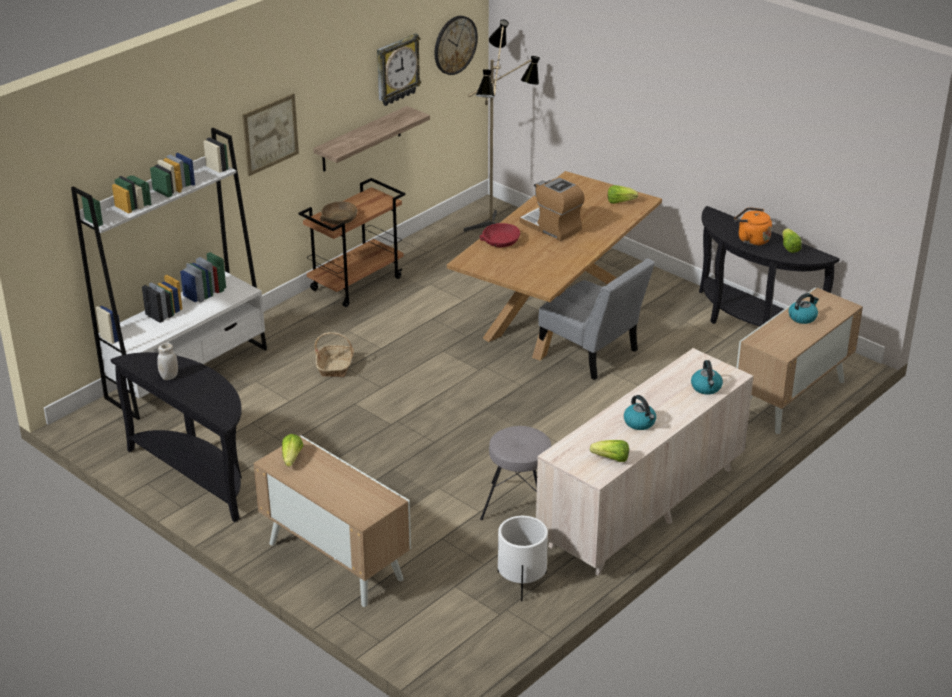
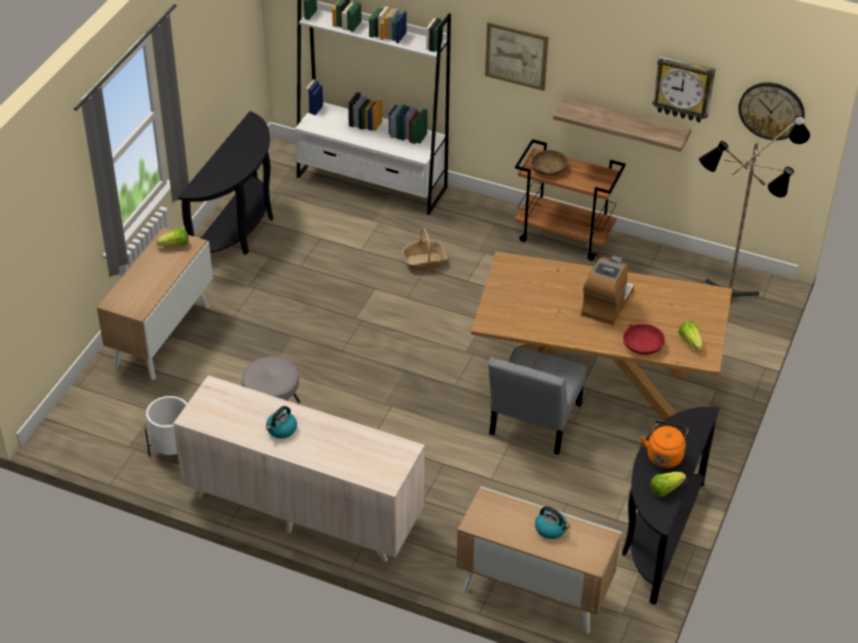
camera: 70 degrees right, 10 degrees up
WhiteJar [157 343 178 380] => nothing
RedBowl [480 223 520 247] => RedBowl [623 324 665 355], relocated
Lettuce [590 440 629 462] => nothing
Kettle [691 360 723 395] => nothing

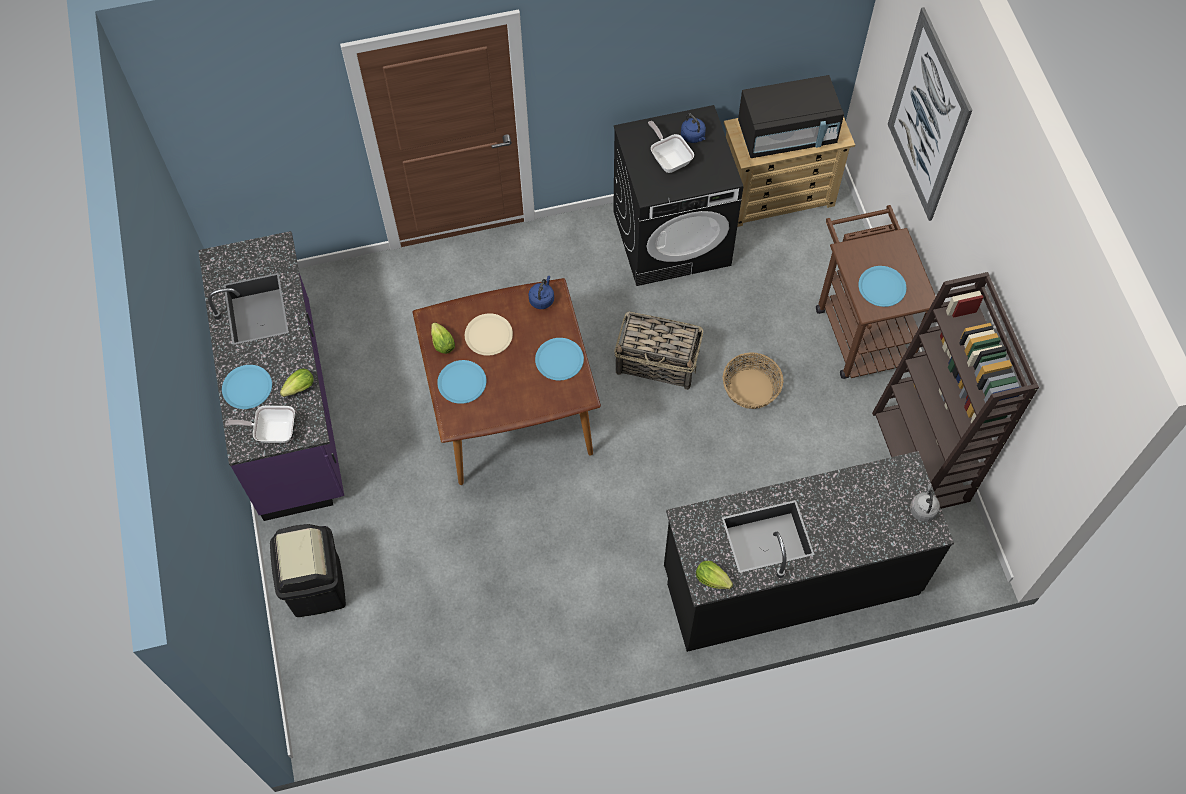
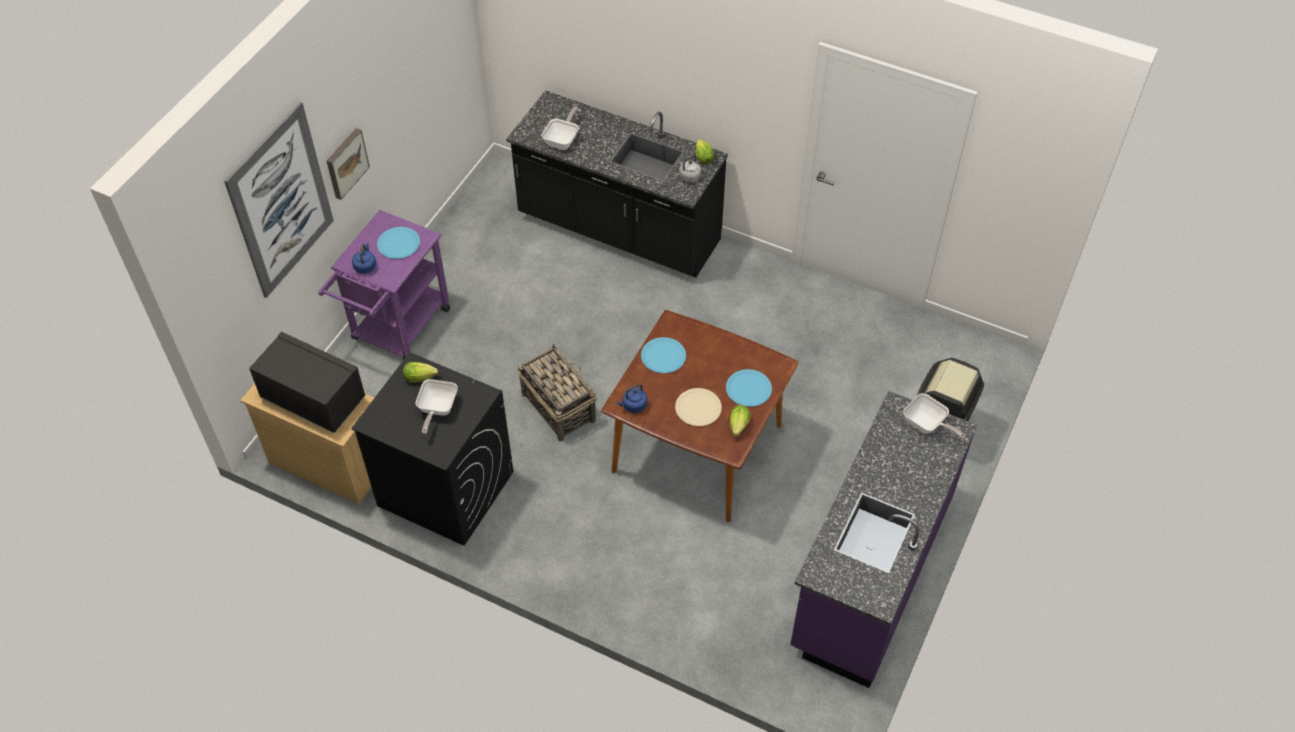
camera: 140 degrees left, 10 degrees down
BluePlate [222 365 272 409] => nothing
Lettuce [280 368 313 397] => Lettuce [403 362 438 382], relocated
BlueKettle [681 113 706 143] => BlueKettle [352 243 376 274], relocated
Basket [723 352 783 409] => nothing
BrownCart [816 205 936 379] => PurpleCart [318 210 450 360]
BrownBookcase [872 272 1039 509] => nothing
GreyKettle [910 483 940 522] => GreyKettle [675 155 701 183], relocated
nothing => Picture [327 128 370 200]
nothing => FryingPan [541 107 579 150]

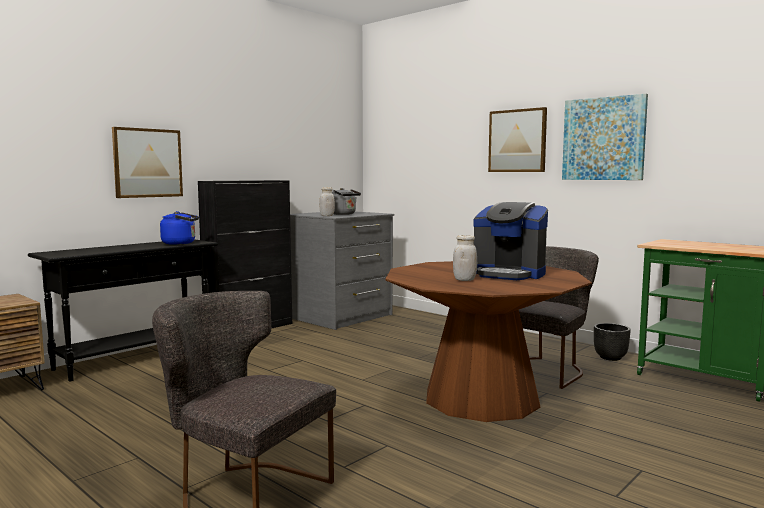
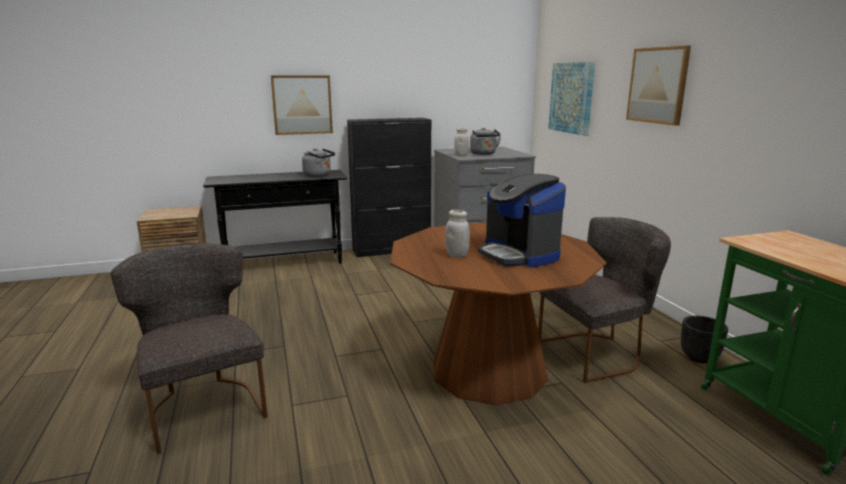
camera: 30 degrees right, 10 degrees up
BlueKettle [160 211 199 245] => GreyKettle [302 148 335 177]
Picture [562 94 648 180] => Picture [548 62 595 136], relocated

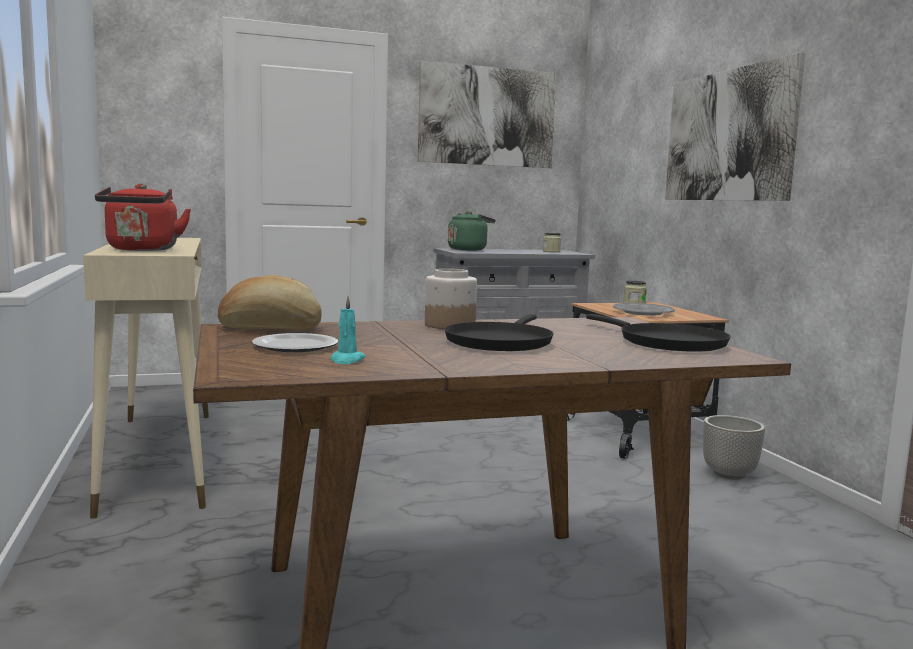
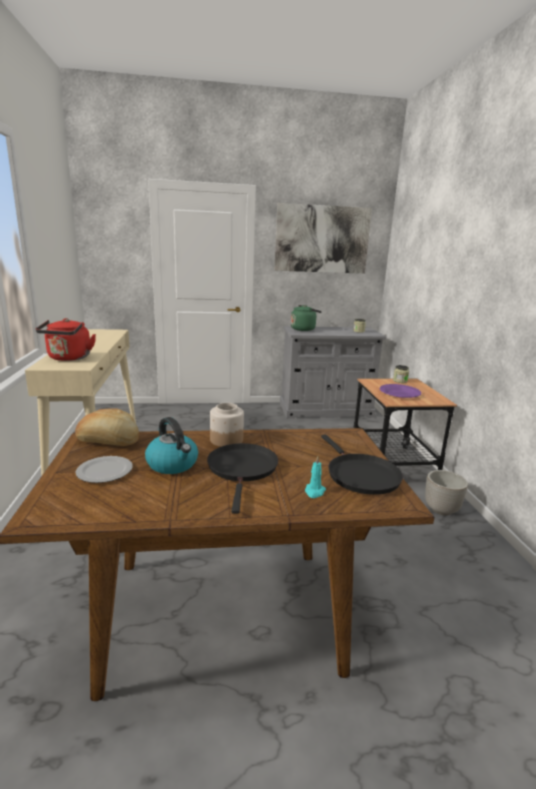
camera: 10 degrees right, 10 degrees up
TurquoiseCandle [330 296 365 364] => TurquoiseCandle [305 456 326 498], relocated
BlackFryingPan [444 314 553 351] => BlackFryingPan [207 443 278 514], 150 degrees clockwise
GreyPlate [613 303 675 316] => PurplePlate [380 384 421 398]
Picture [665 52 805 201] => nothing
nothing => Kettle [145 417 198 474]

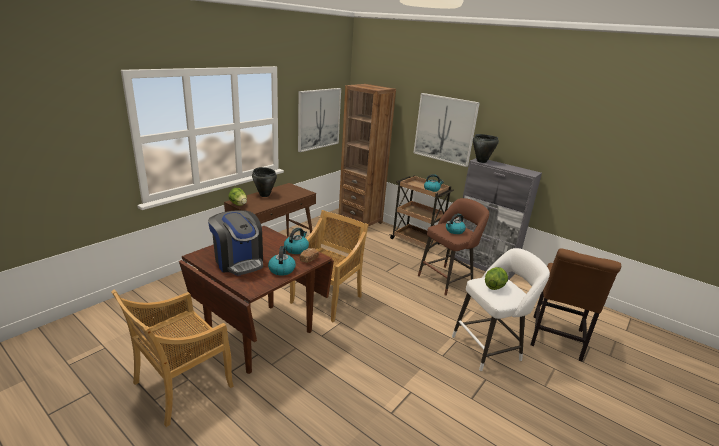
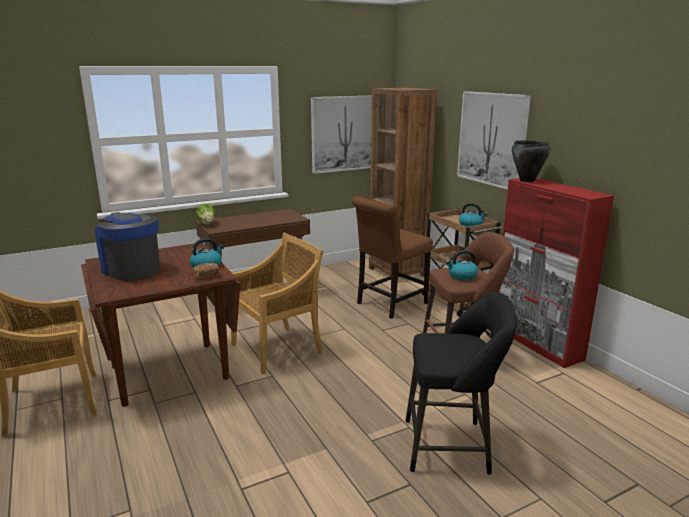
camera: 25 degrees right, 5 degrees down
CoffeeMachine [208 210 263 276] => CoffeeMachine [95 212 160 281], 150 degrees clockwise
BlackCookingPot [252 167 277 197] => nothing
Kettle [268 246 296 276] => nothing
WhiteStool [452 248 550 371] => BlackStool [406 292 517 475]
GreyCabinet [455 158 542 280] => RedCabinet [499 178 614 368]
Lettuce [485 267 508 290] => nothing
BrownChair [531 248 621 362] => BrownChair [352 196 433 319], relocated

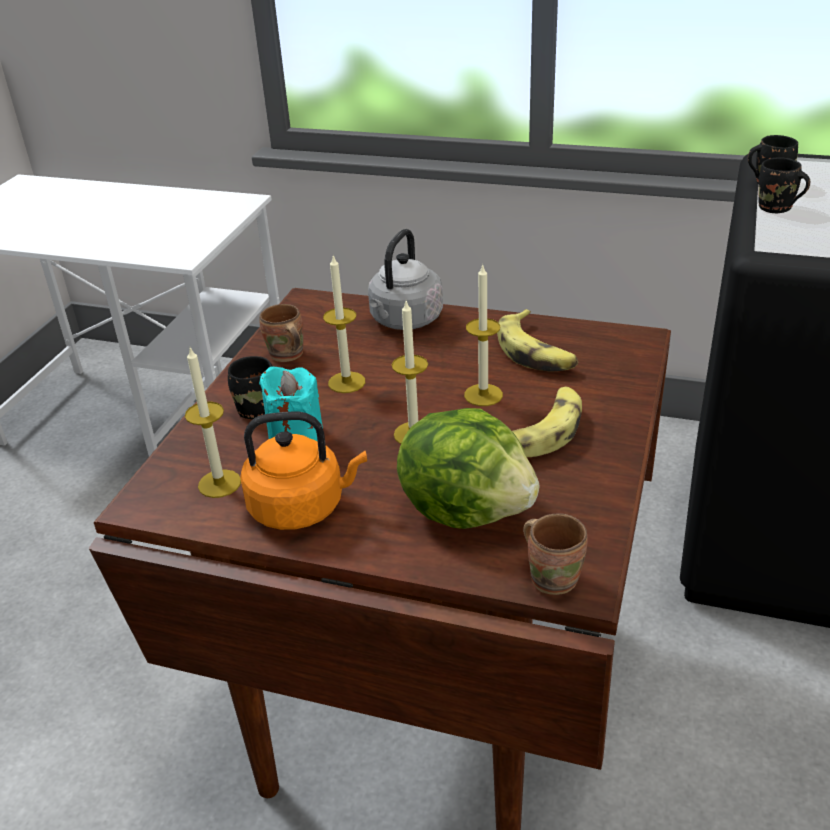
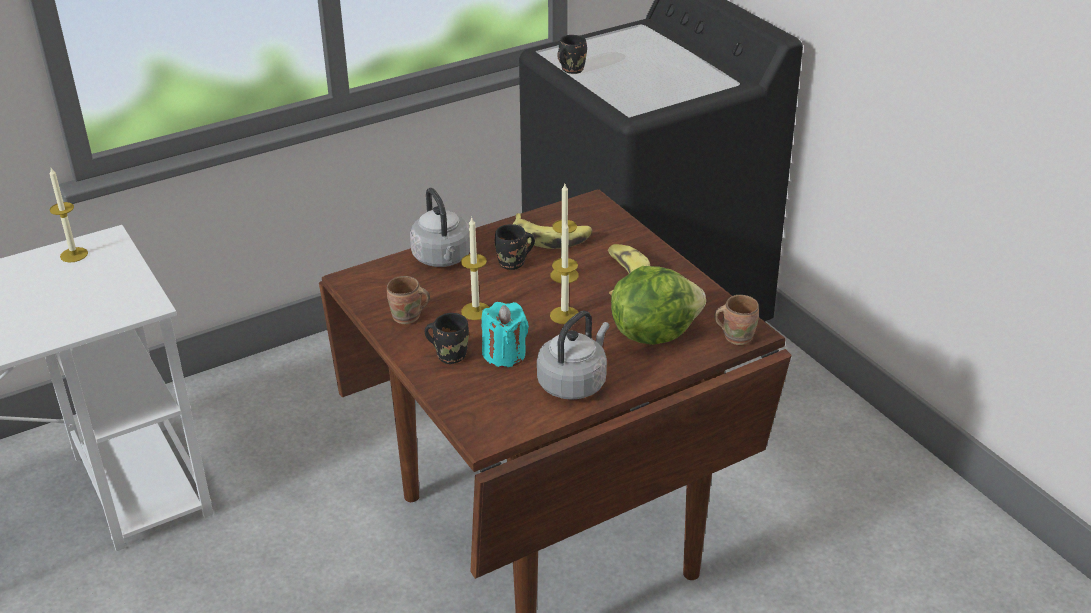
camera: 50 degrees left, 0 degrees up
Candle [185 348 241 498] => Candle [49 168 88 262], relocated
OrangeKettle [240 412 367 530] => GreyKettle [537 310 609 400]
BlackMug [758 157 810 213] => BlackMug [495 224 535 270], relocated

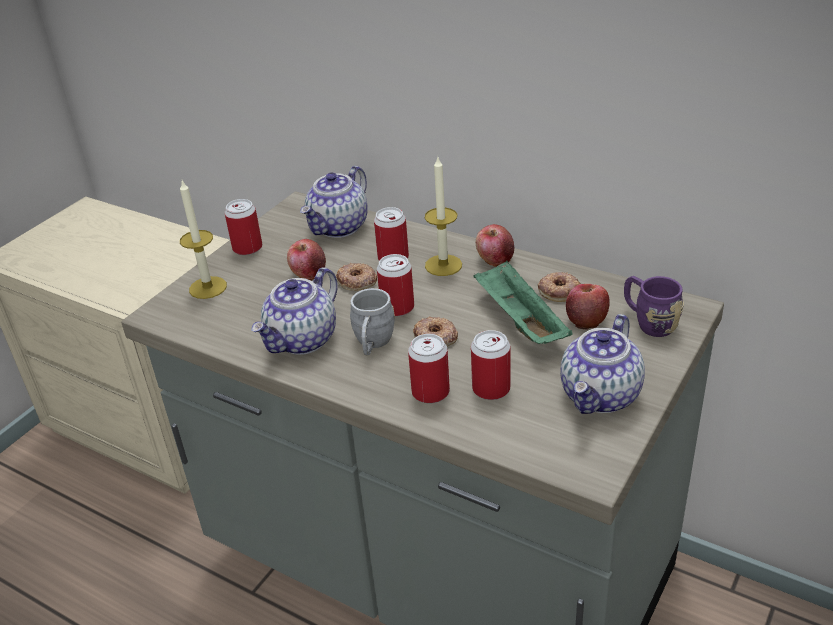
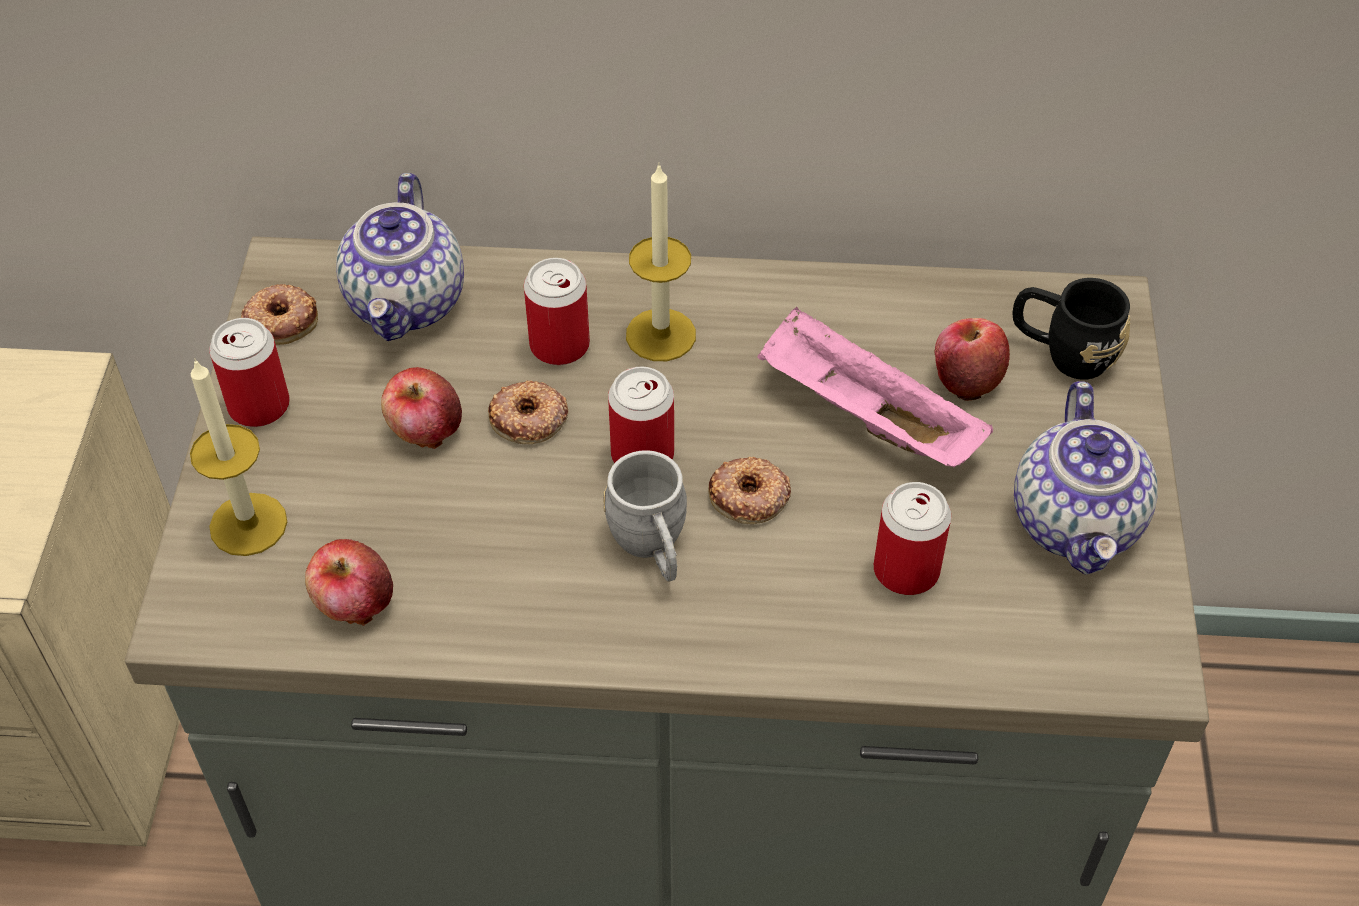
camera: 30 degrees left, 15 degrees up
Teapot [251 267 338 355] => nothing
Can [408 334 450 403] => nothing
GreenTray [473 261 573 344] => PinkTray [757 306 993 467]
Apple [476 224 514 267] => Apple [305 539 393 626], relocated
Donut [538 272 581 302] => Donut [241 284 318 345], relocated
PurpleMug [624 276 684 337] => BlackMug [1012 278 1130 380]

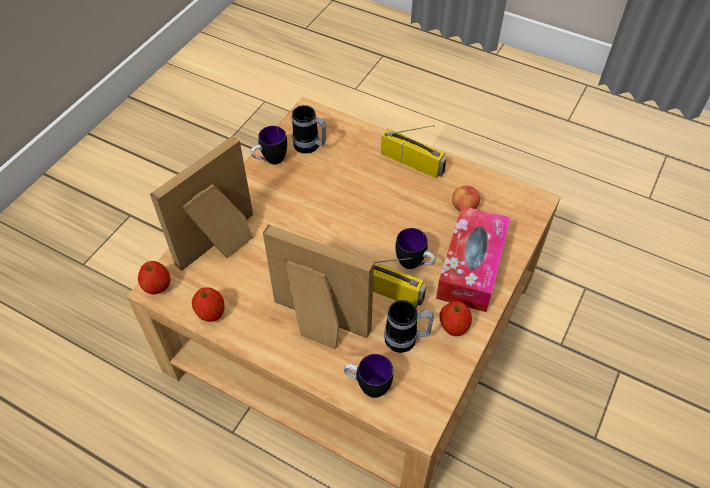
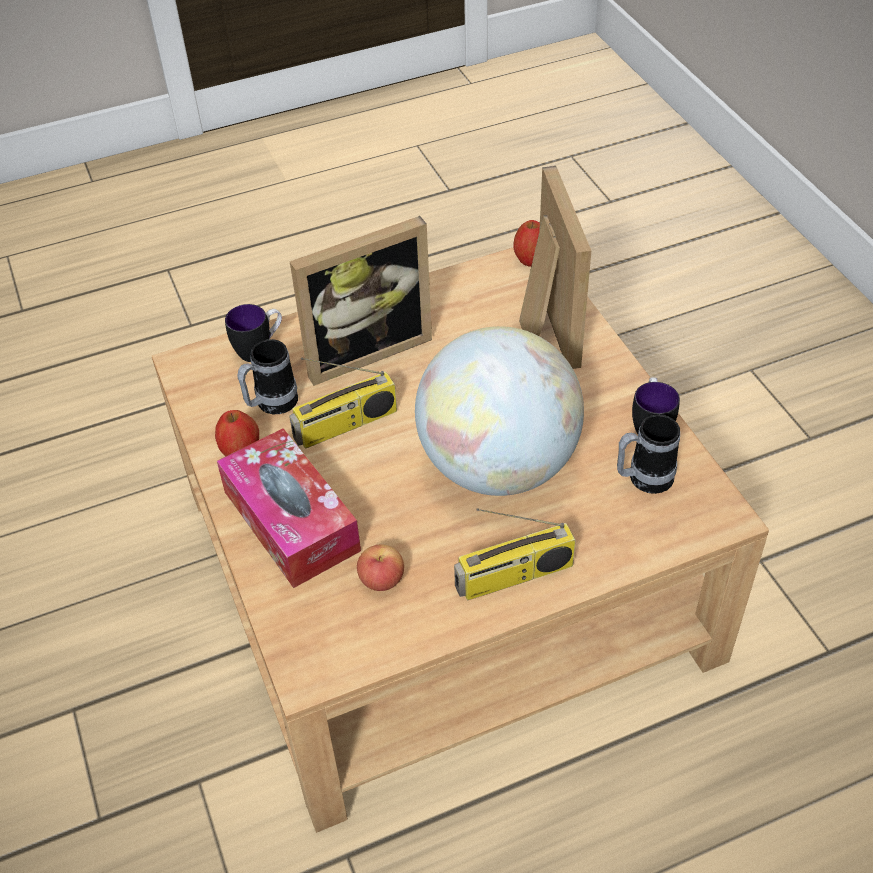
camera: 130 degrees right, 5 degrees down
Apple [192 287 224 322] => nothing
Mug [395 228 436 269] => nothing
nothing => Globe [415 326 584 496]

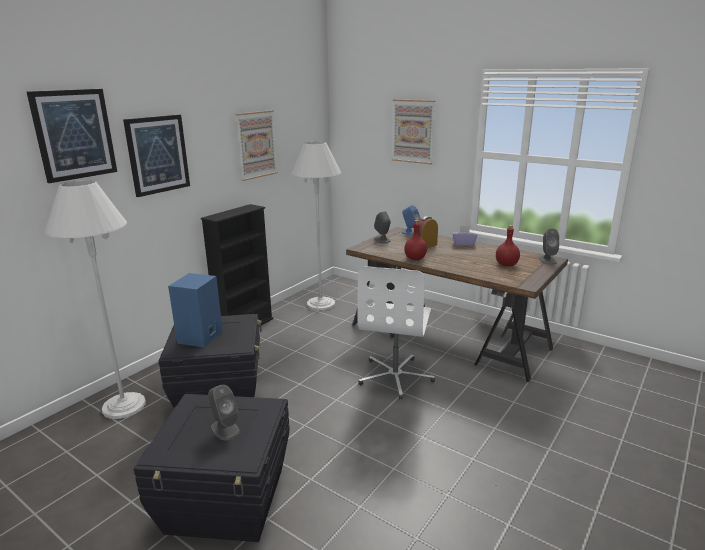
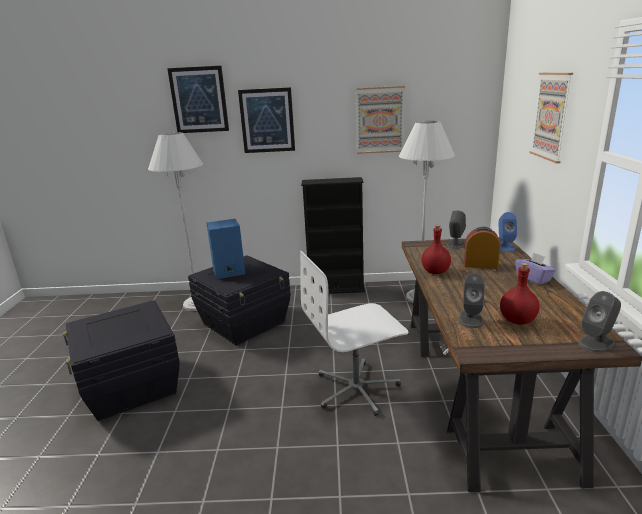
camera: 55 degrees right, 0 degrees up
GreySpeaker [208 385 240 440] => GreySpeaker [459 273 485 328], relocated

